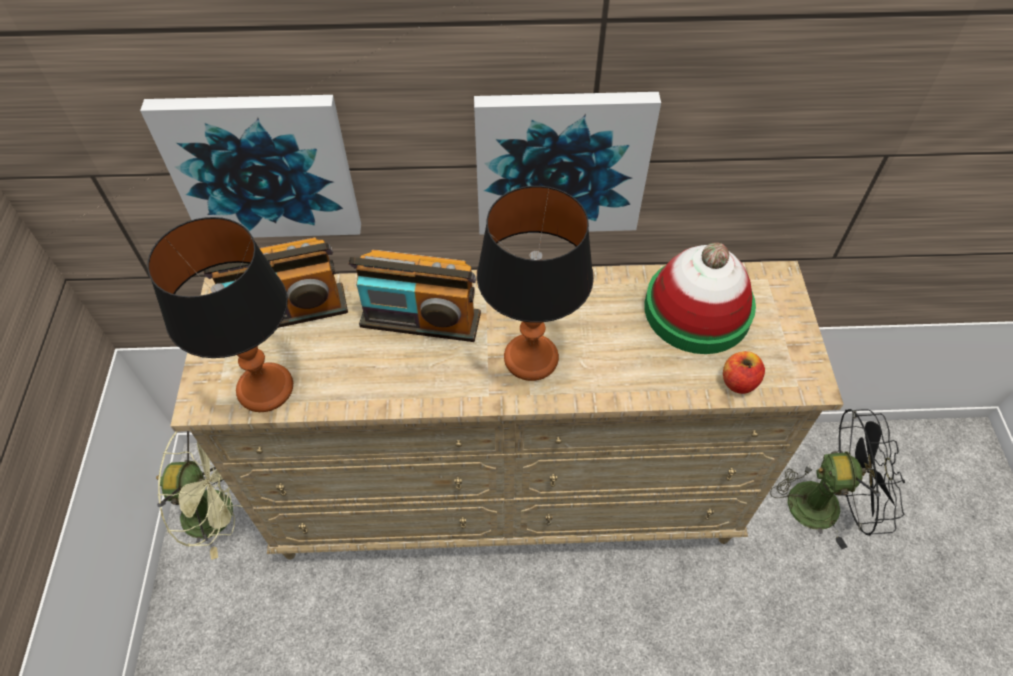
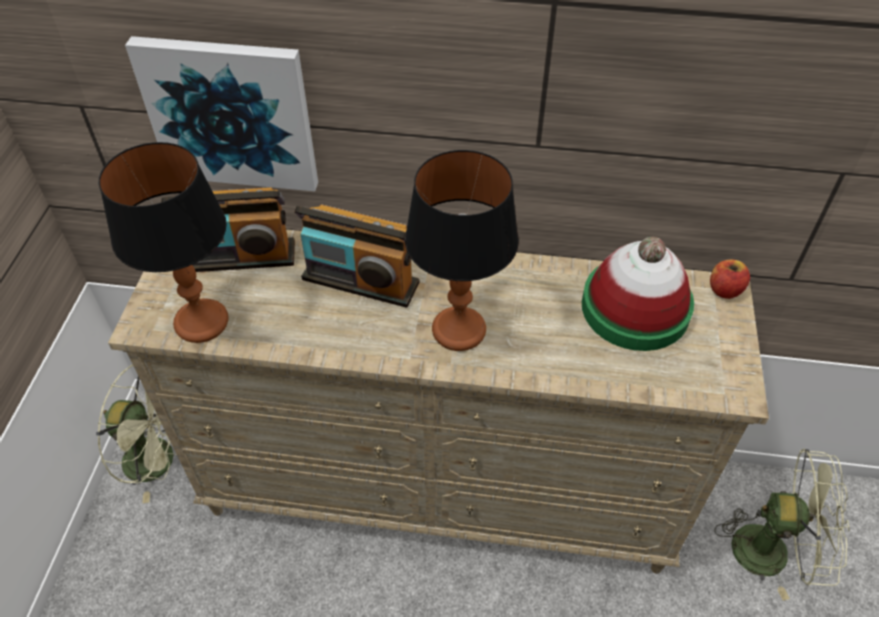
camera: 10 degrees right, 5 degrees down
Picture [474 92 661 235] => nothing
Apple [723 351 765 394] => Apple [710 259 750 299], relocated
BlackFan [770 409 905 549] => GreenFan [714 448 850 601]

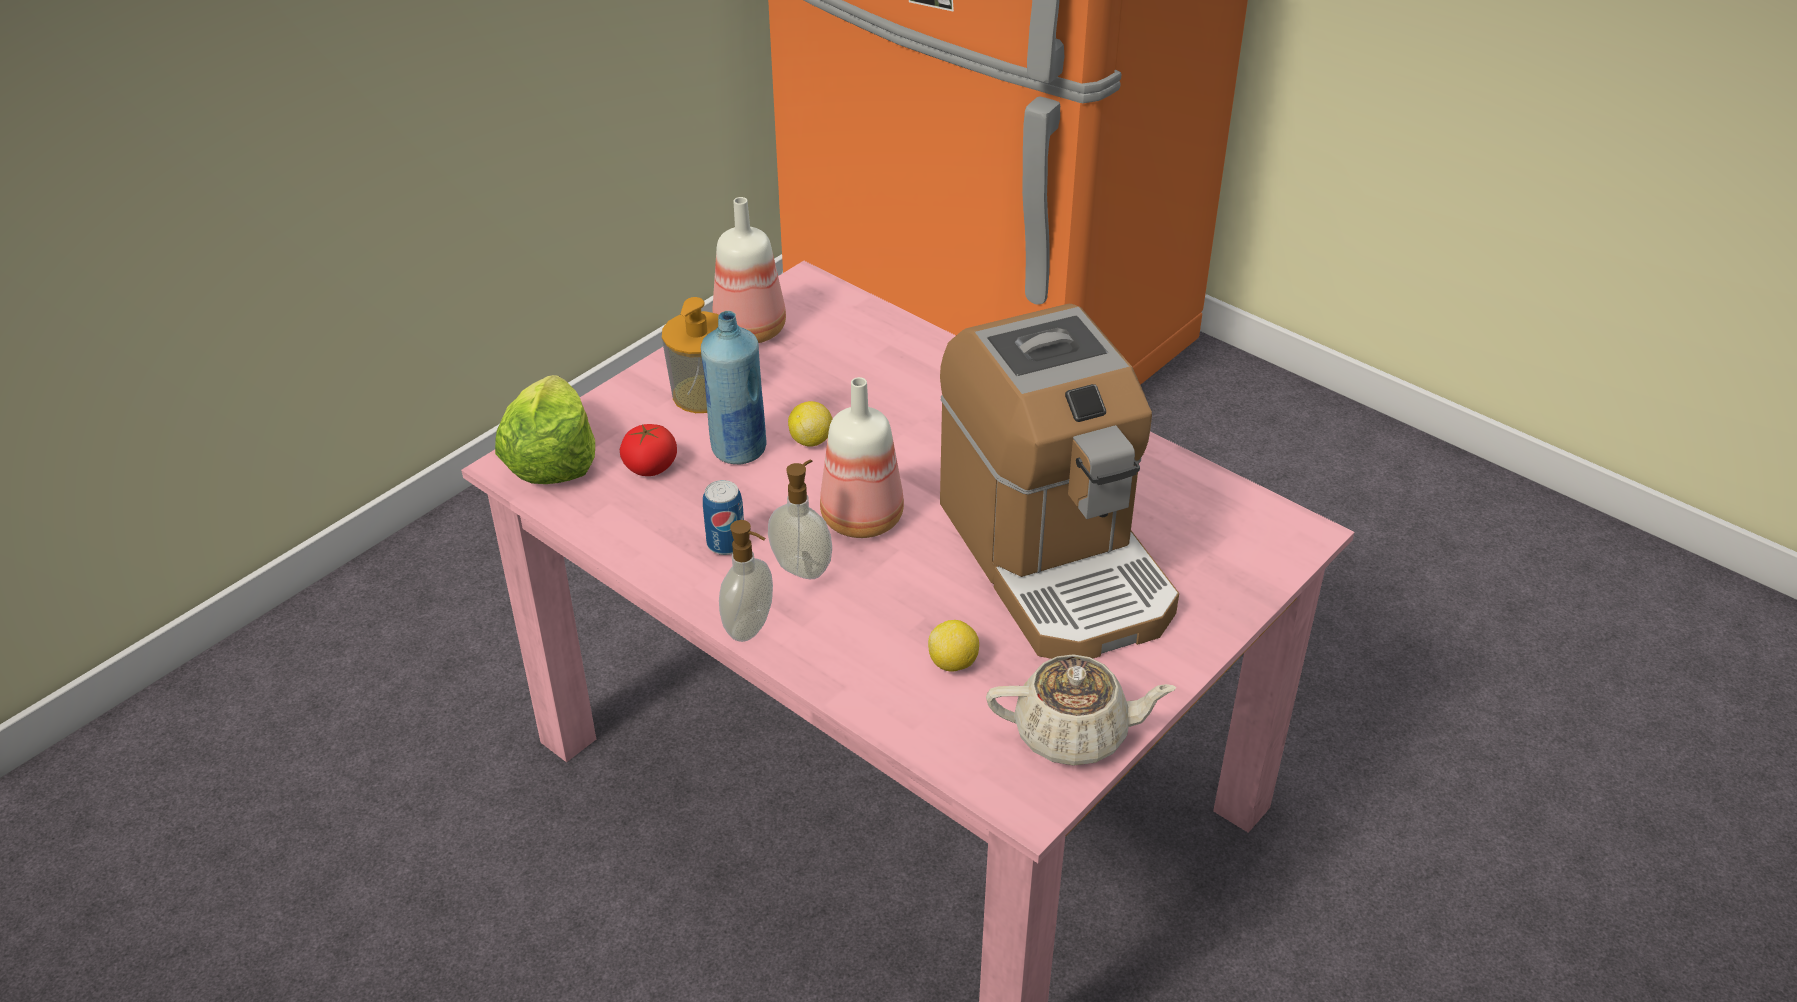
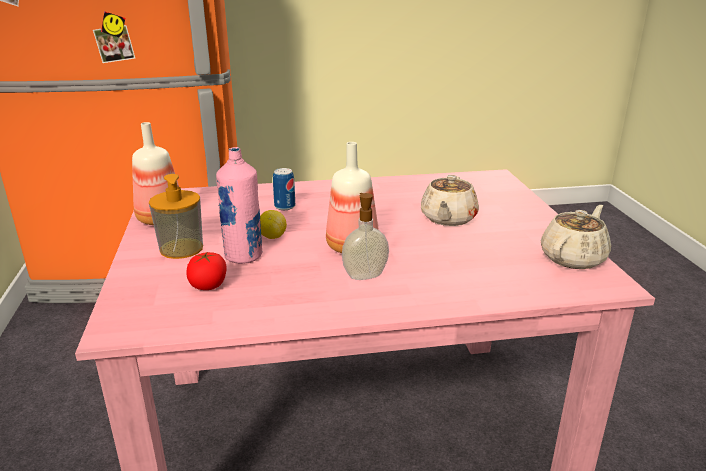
camera: 50 degrees left, 15 degrees down
Lettuce [495 375 595 484] => nothing
BlueBottle [701 311 767 464] => PinkBottle [216 147 262 264]
Can [703 480 744 555] => Can [273 168 295 210], relocated
SoapDispenser [719 520 773 642] => nothing
Lemon [928 620 979 672] => nothing
CoffeeMachine [940 304 1179 659] => BeigeTeapot [421 175 479 226]

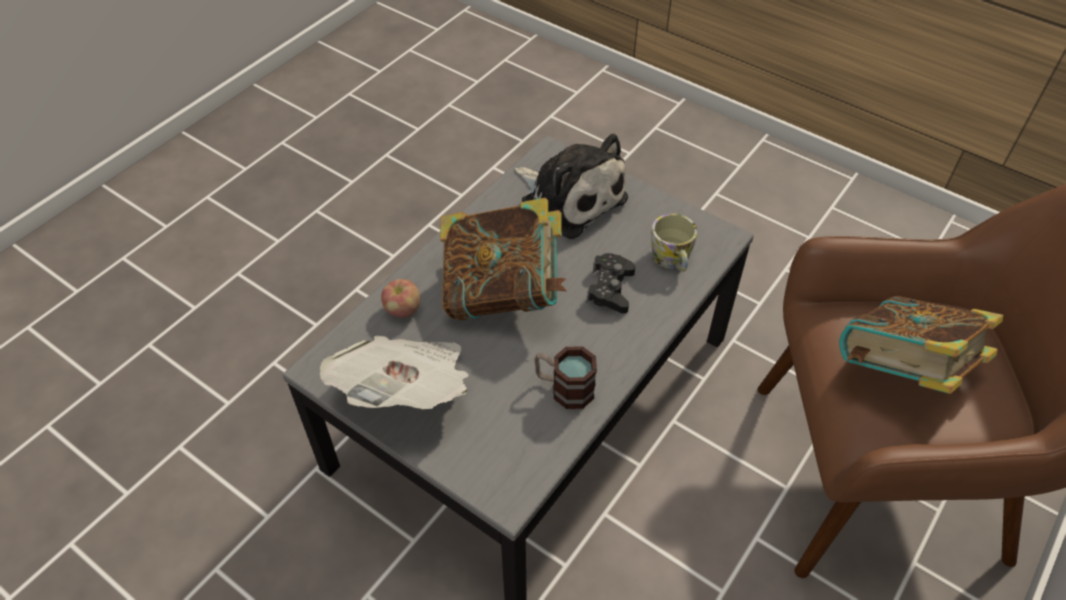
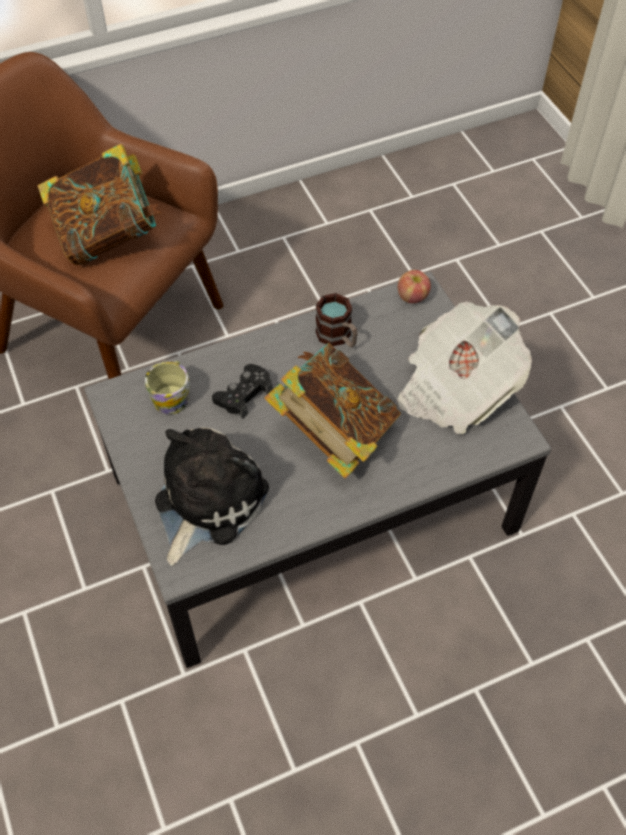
camera: 150 degrees left, 5 degrees up
Apple [381 279 421 318] => Apple [398 270 431 303], relocated
PlushToy [515 134 628 239] => PlushToy [155 427 269 566], 45 degrees clockwise

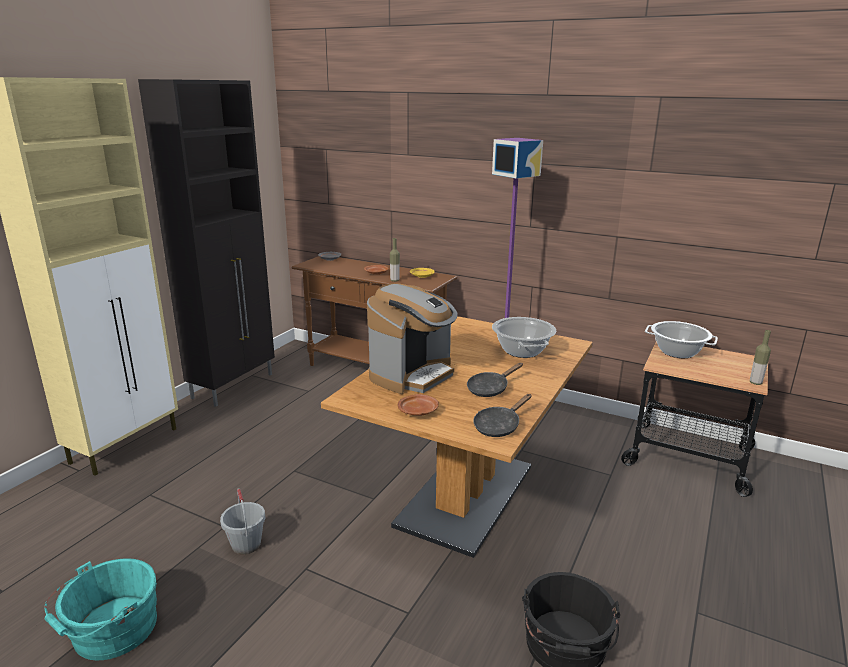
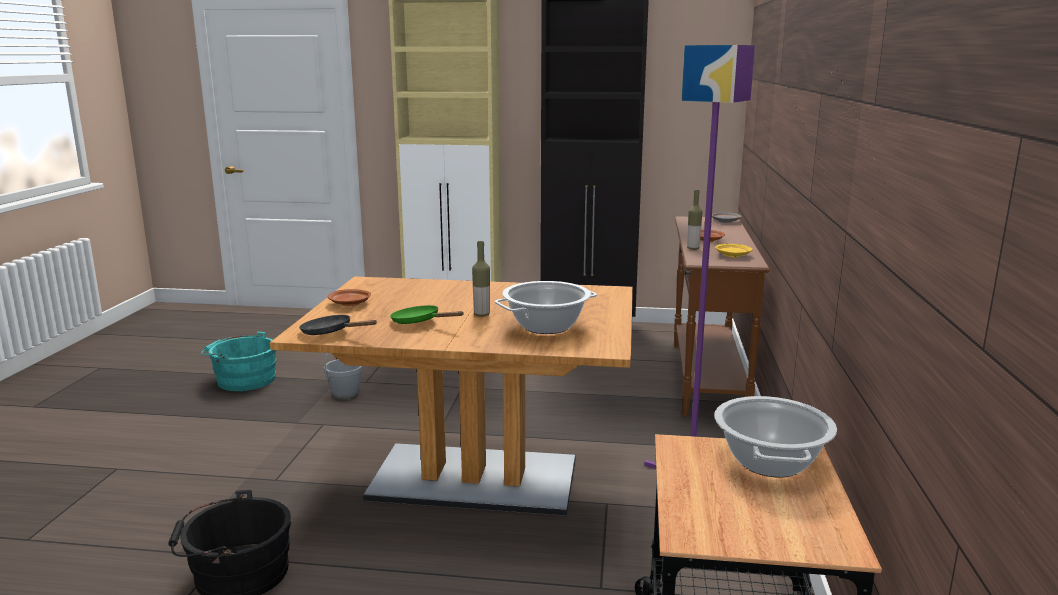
camera: 70 degrees right, 5 degrees down
CoffeeMachine [367 283 458 394] => nothing
BlackFryingPan [467 363 523 397] => GreenFryingPan [390 305 464 324]
Bottle [750 330 771 385] => Bottle [472 241 490 317], relocated

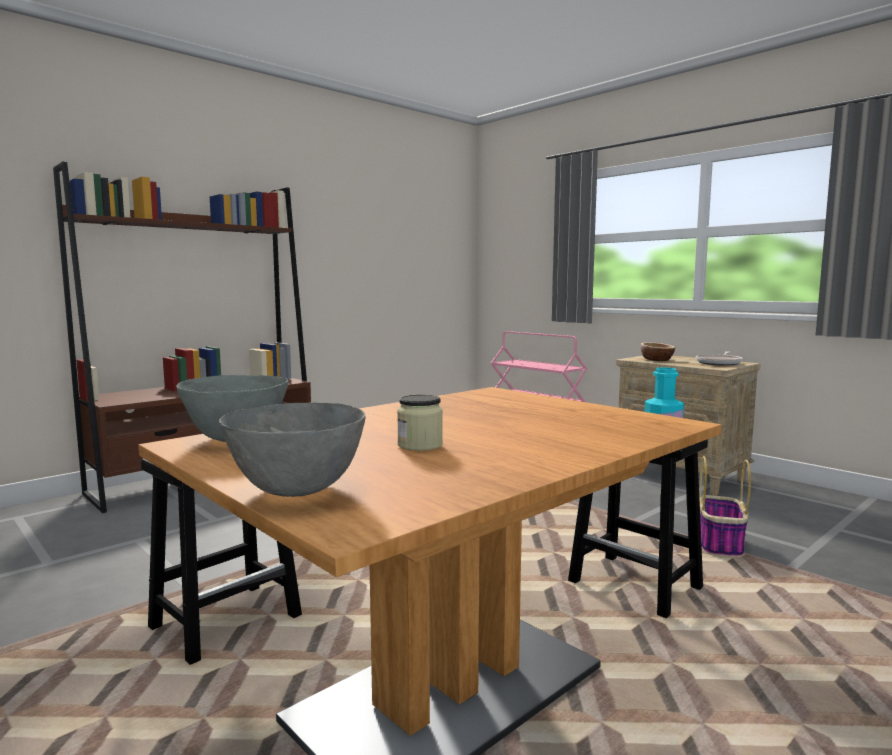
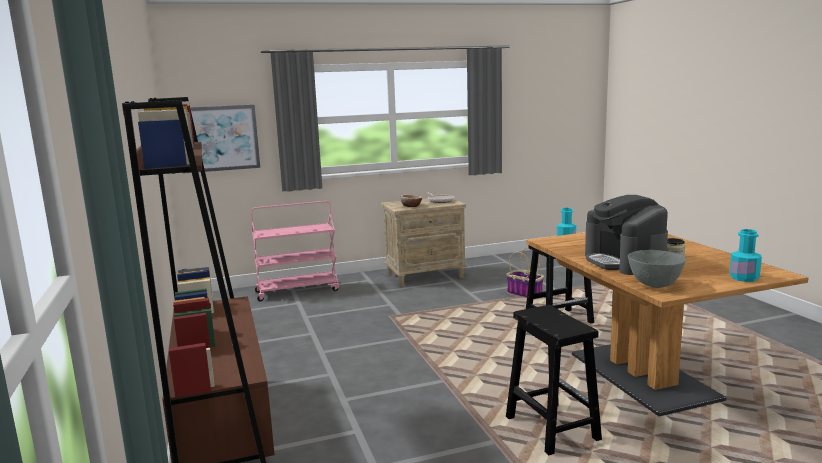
camera: 65 degrees left, 5 degrees up
GreyBowl [219 402 366 497] => TurquoiseBottle [730 229 762 282]
nothing => Picture [183 105 260 174]
nothing => CoffeeMachine [585 195 668 275]

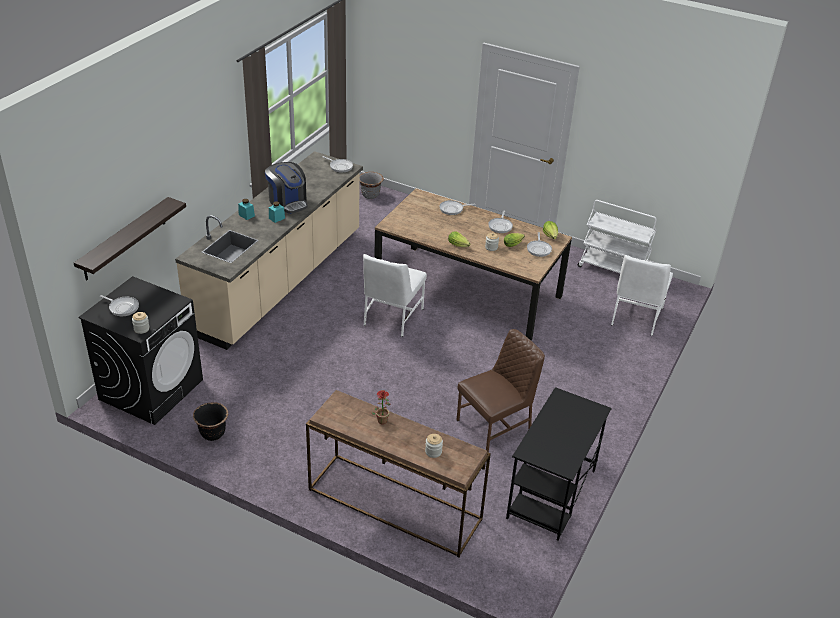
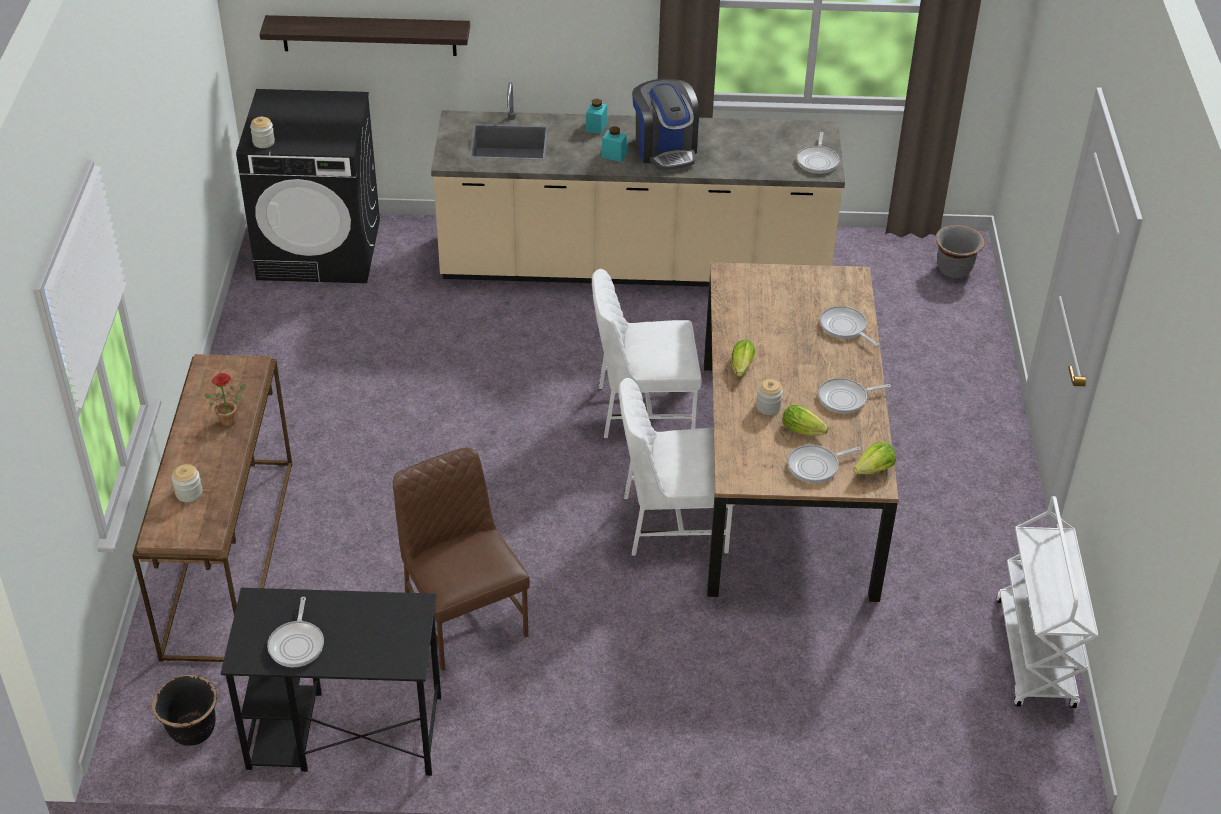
camera: 65 degrees right, 5 degrees up
FryingPan [100 295 139 316] => FryingPan [267 597 324 667], relocated
BlackPlanter [193 402 228 441] => BlackPlanter [152 675 217 746], relocated
CoffeeMachine [265 162 308 214] => CoffeeMachine [632 79 699 170], 45 degrees counterclockwise
BrownChair [457 329 545 453] => BrownChair [393 448 530 671], 150 degrees counterclockwise
WhiteChair [611 255 673 336] => WhiteChair [618 378 735 556], relocated

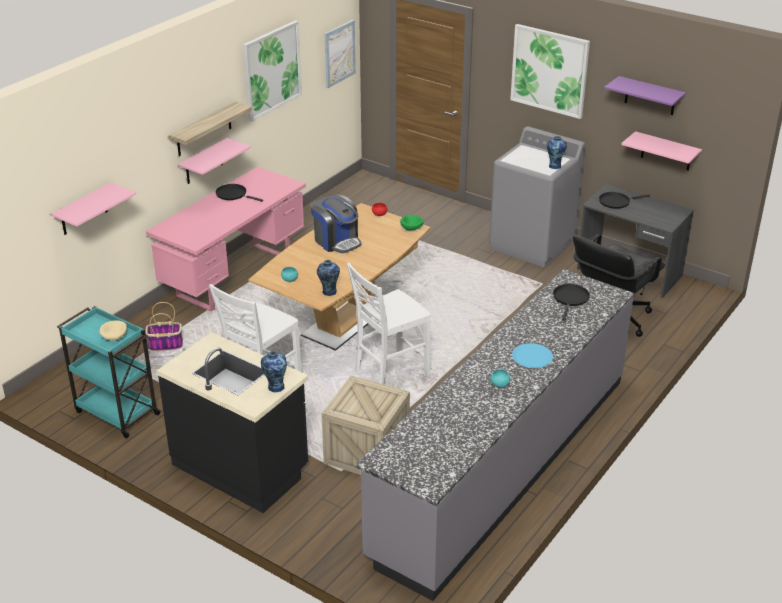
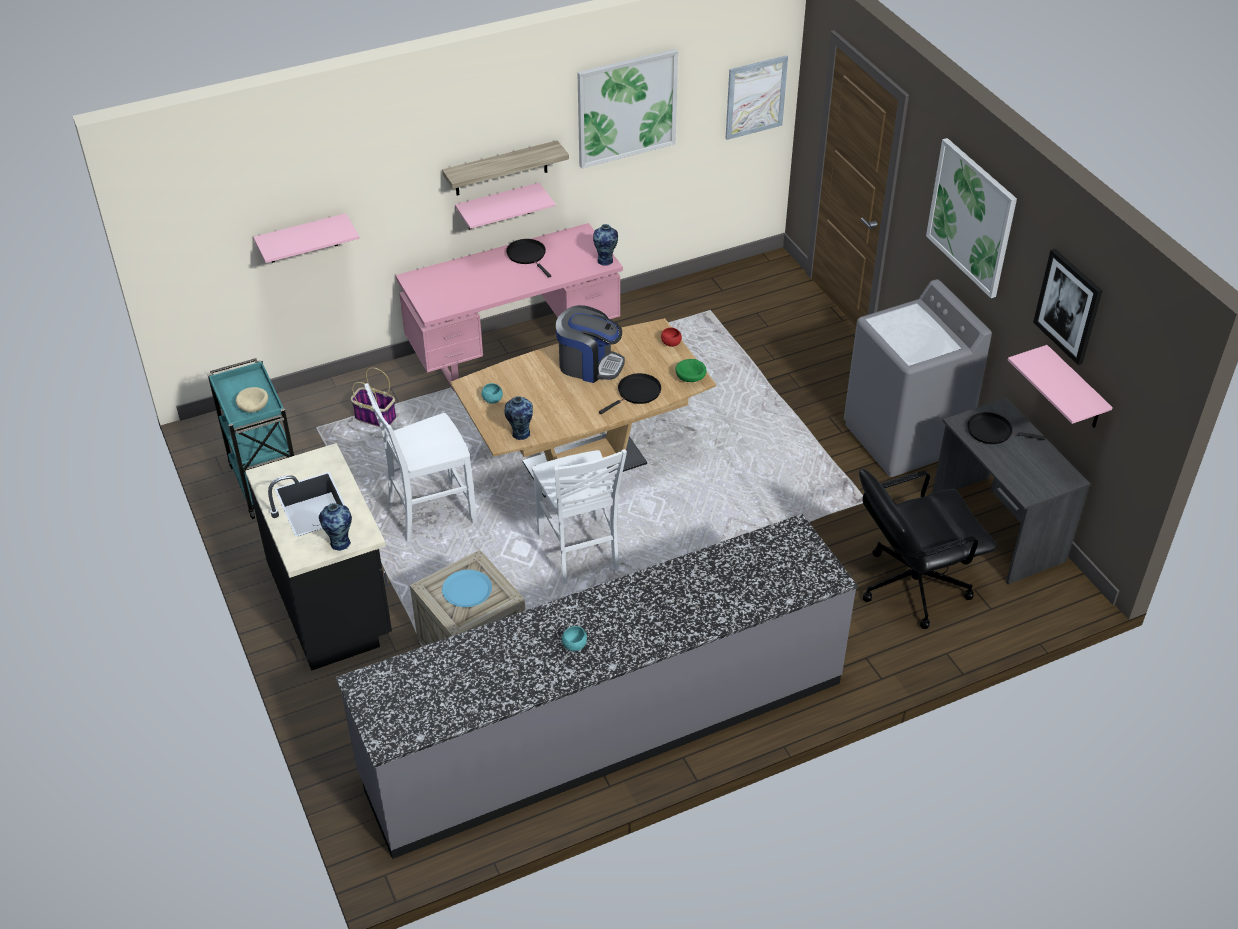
camera: 30 degrees right, 10 degrees up
CoffeeMachine [311 194 362 253] => CoffeeMachine [556 305 625 383], 60 degrees counterclockwise
WhiteChair [347 263 431 384] => WhiteChair [532 449 627 584], 105 degrees counterclockwise
BluePlate [512 343 553 368] => BluePlate [442 570 492 607], relocated
Vase [547 136 567 169] => Vase [593 224 618 266], relocated
BlackFryingPan [553 284 590 320] => BlackFryingPan [599 373 661 414], relocated
PurpleShelf [604 76 686 115] => Picture [1033 249 1103 365]

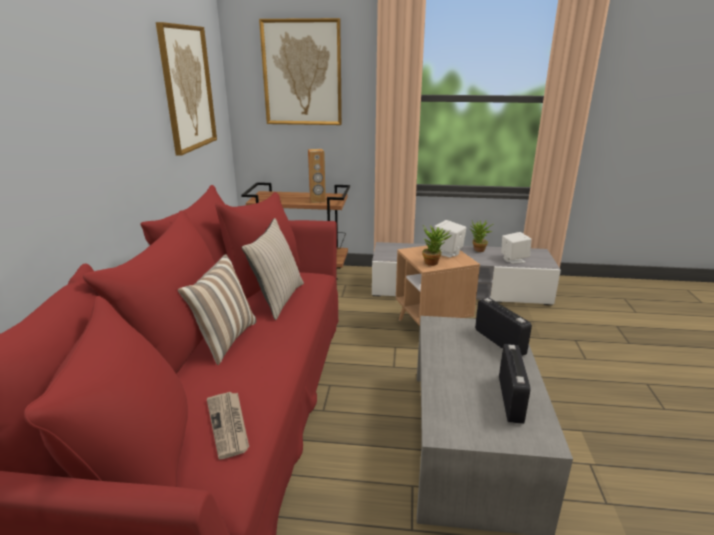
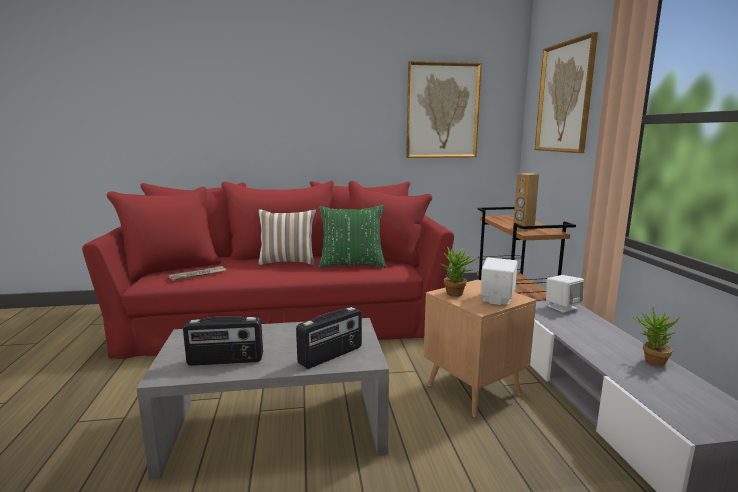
camera: 75 degrees right, 10 degrees down
BeigePillow [241 218 304 320] => GreenPillow [318 205 386 268]
WhiteSpeaker [501 232 531 264] => WhiteSpeaker [546 275 584 313], relocated

